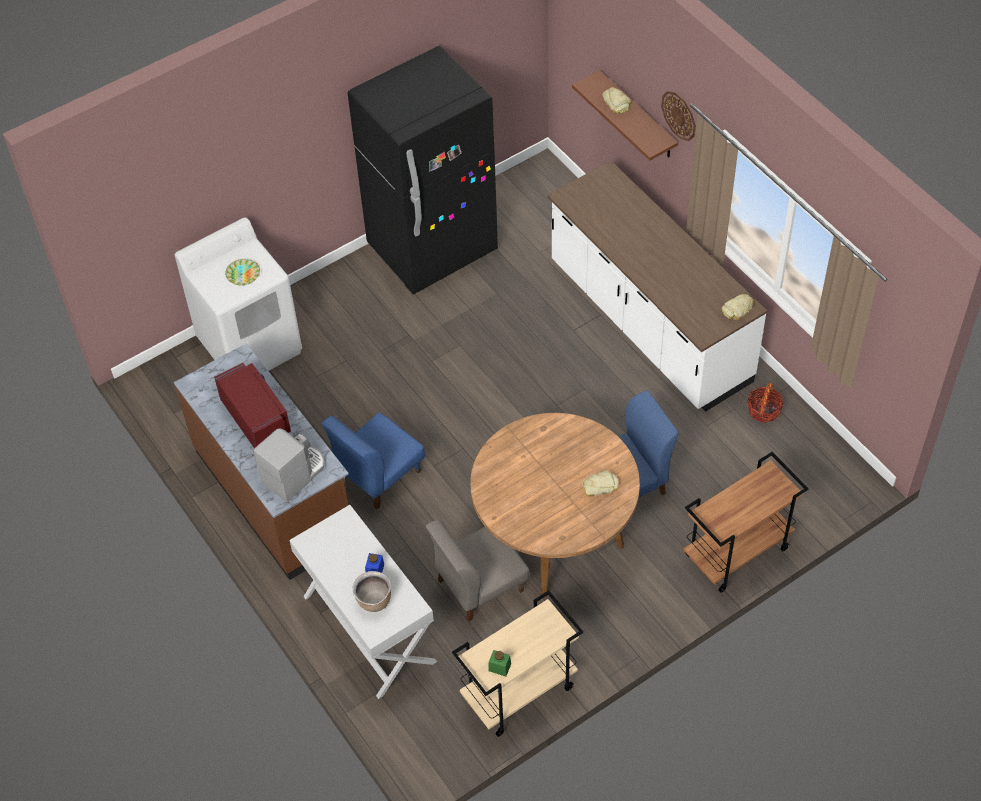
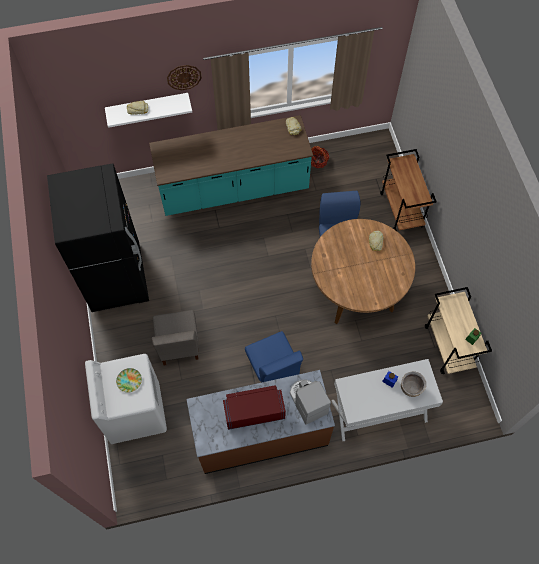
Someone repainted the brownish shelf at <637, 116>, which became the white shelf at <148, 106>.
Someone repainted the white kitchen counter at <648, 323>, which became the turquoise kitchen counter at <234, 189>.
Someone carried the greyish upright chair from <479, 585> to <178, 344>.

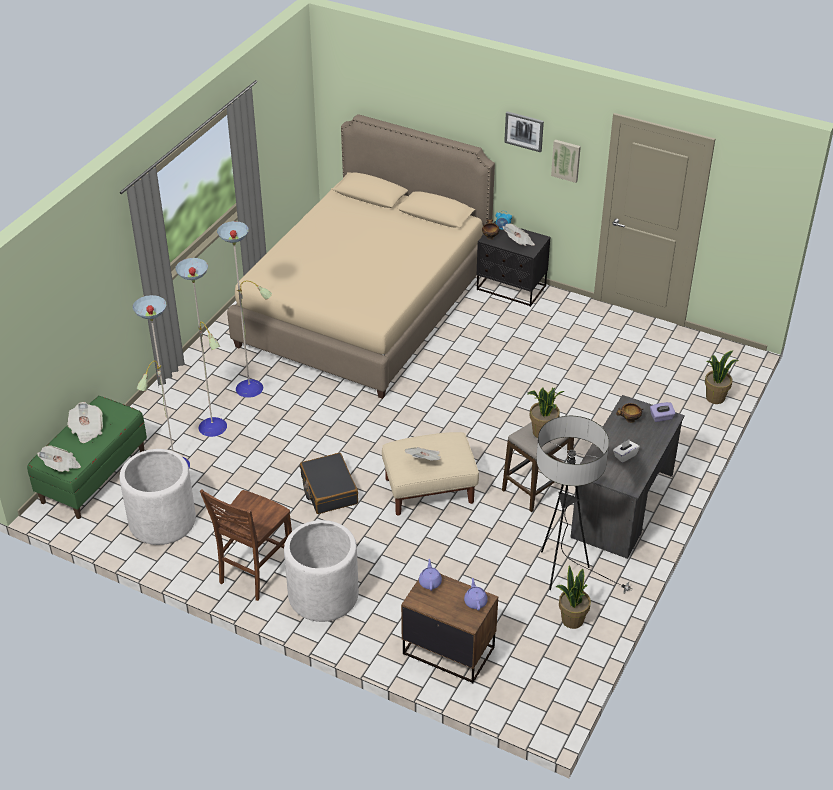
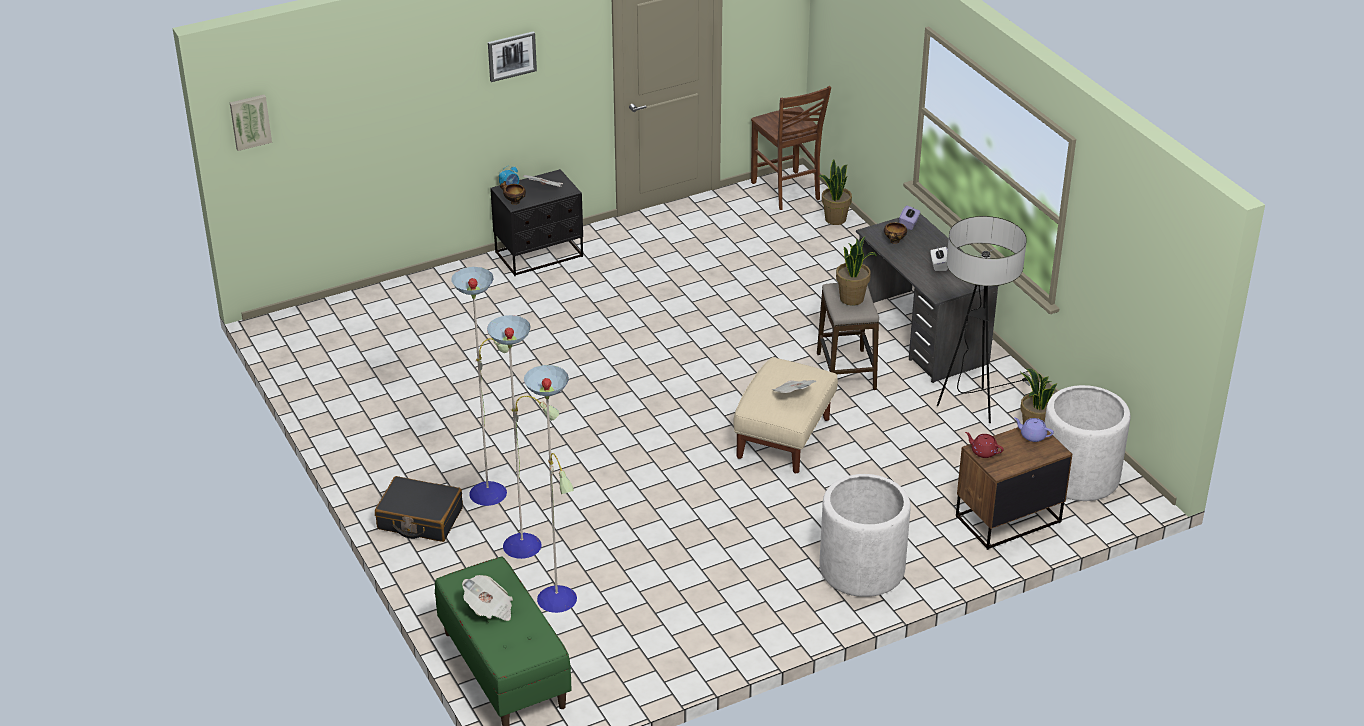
Someone carried the wall art from <566, 160> to <250, 121>.
Someone carried the black piece of luggage from <328, 490> to <419, 519>.
Someone carried the brownish upright chair from <254, 573> to <787, 191>.
Someone repainted the purplish teapot at <430, 582>, which became the reddish teapot at <983, 452>.
Someone carried the white flower pot from <162, 521> to <1079, 476>.
Someone took away the newspaper at <61, 466>.
Someone took away the sand-coloured bedroom bed at <365, 306>.

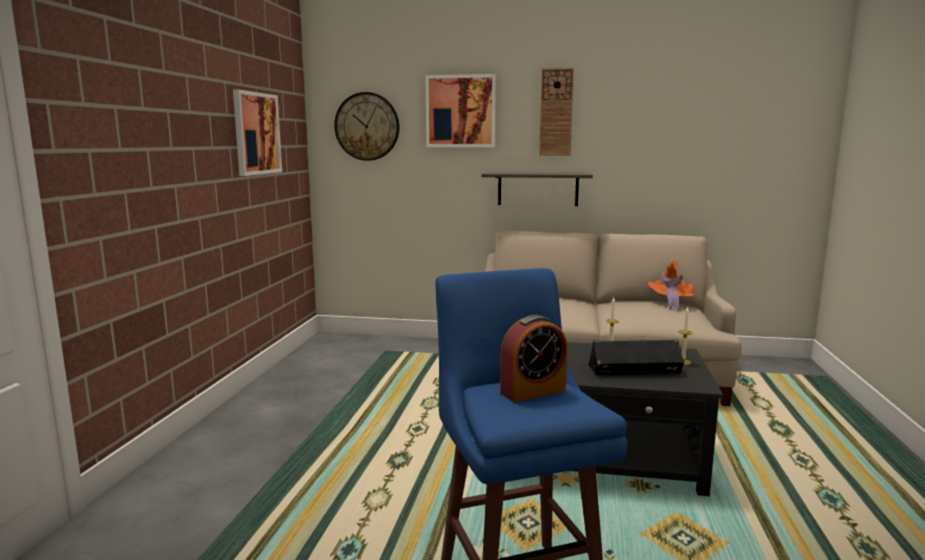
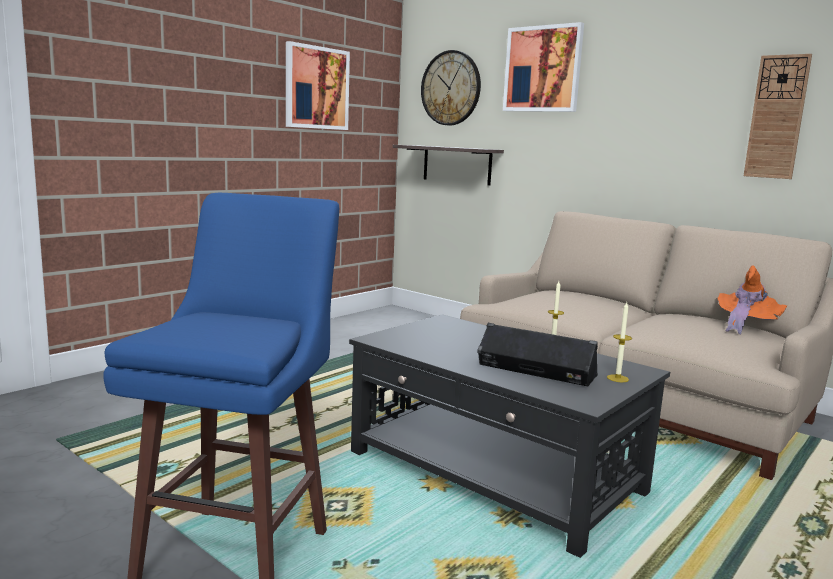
Someone carried the shelf from <538, 189> to <457, 165>.
Someone carried the wall clock from <556, 112> to <777, 117>.
Someone took away the bedside clock at <533, 391>.

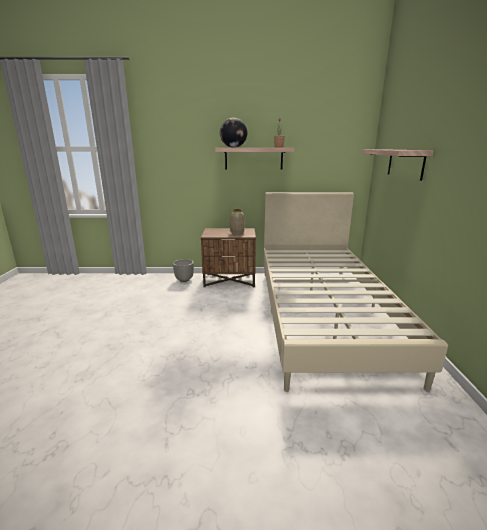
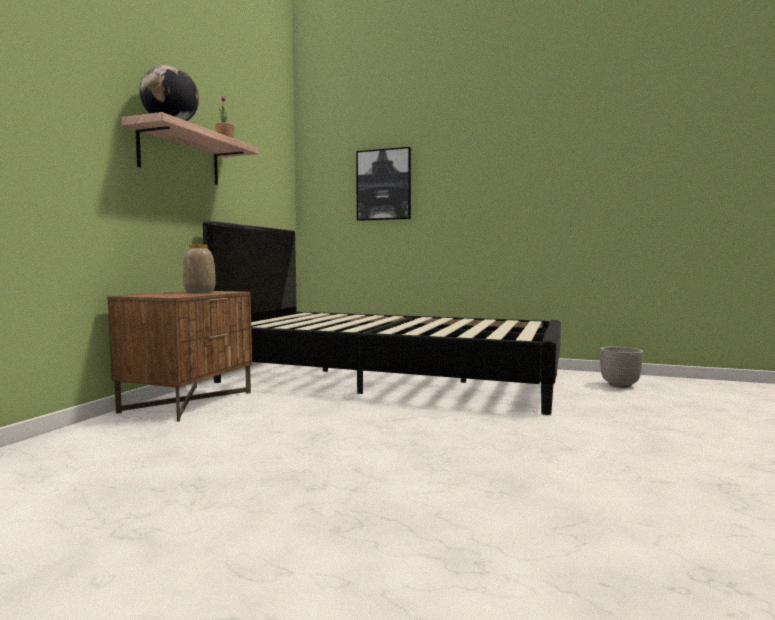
Someone repainted the sand-coloured bedroom bed at <322, 314>, which became the black bedroom bed at <388, 378>.
Someone swapped the shelf at <405, 163> for the wall art at <384, 185>.
Someone carried the flower pot from <184, 280> to <619, 385>.

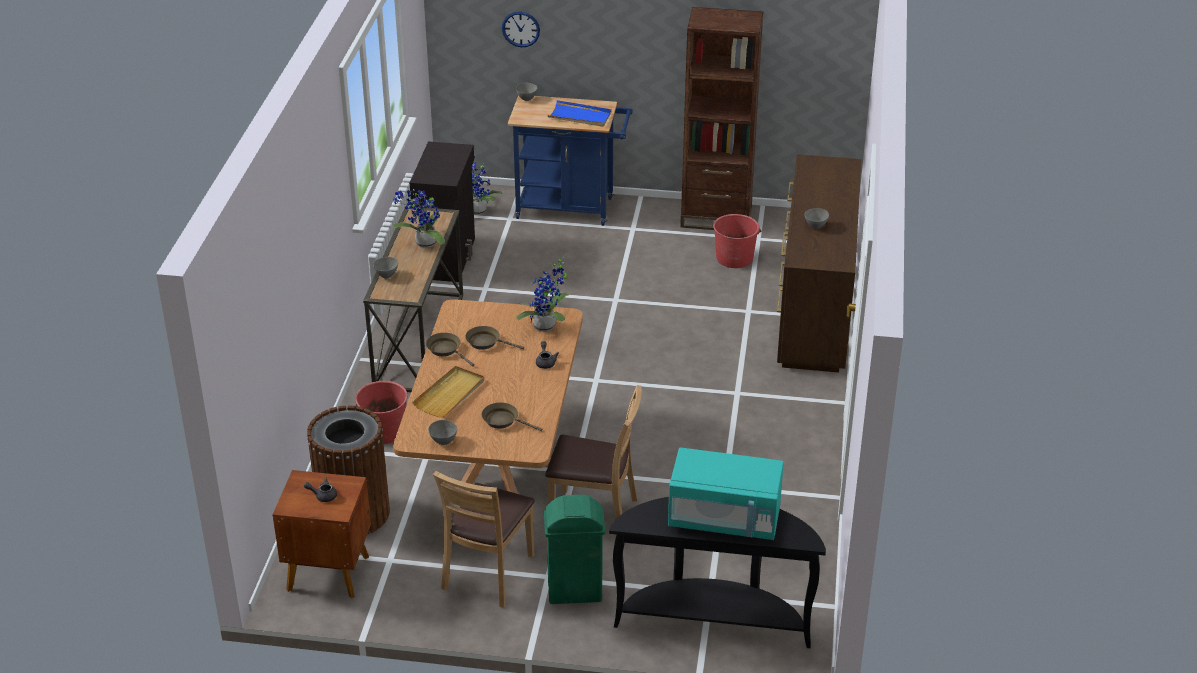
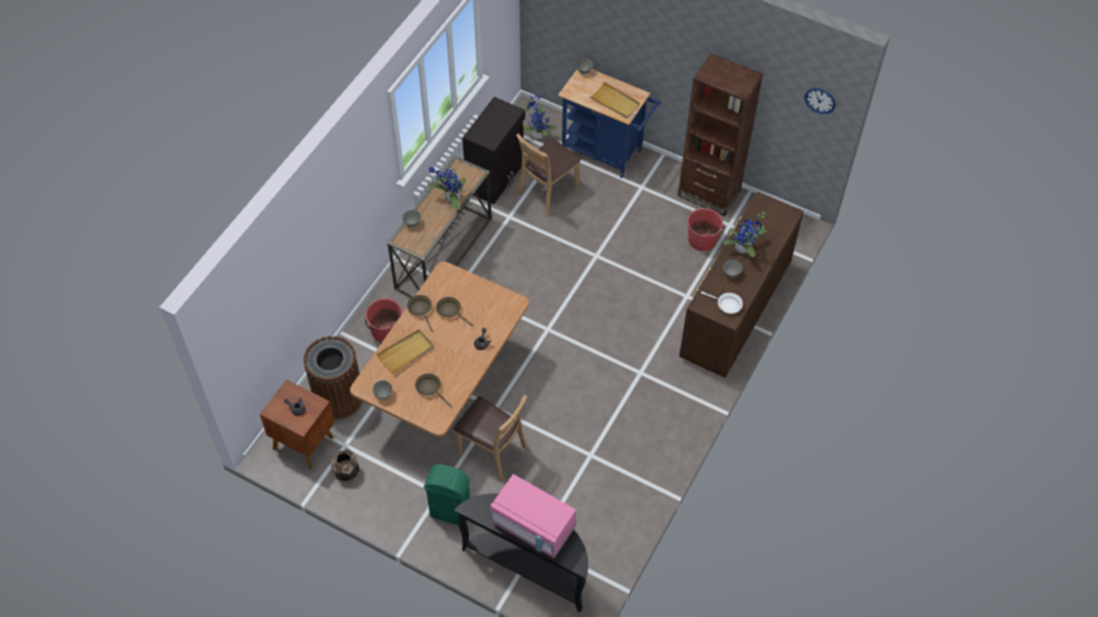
Someone put down the brownish flower pot at <346, 472>.
Someone repainted the turquoise kitchen microwave at <724, 519>, which became the pink kitchen microwave at <533, 526>.
Someone carried the brownish upright chair from <488, 573> to <547, 191>.
Someone repainted the bluish serving tray at <580, 116>, which became the sand-coloured serving tray at <615, 102>.
Someone put down the white frying pan at <727, 305>.
Someone carried the plant in a pot from <547, 327> to <744, 250>.
Someone carried the wall clock from <521, 29> to <820, 100>.

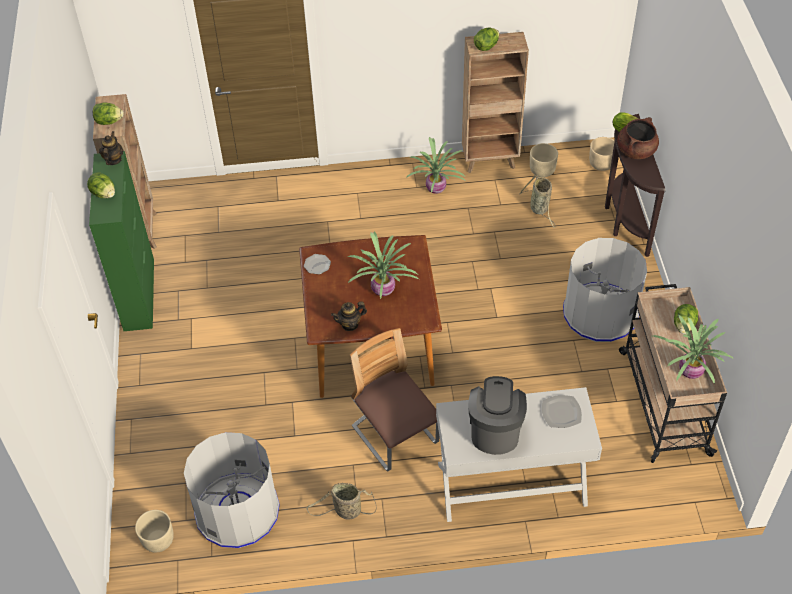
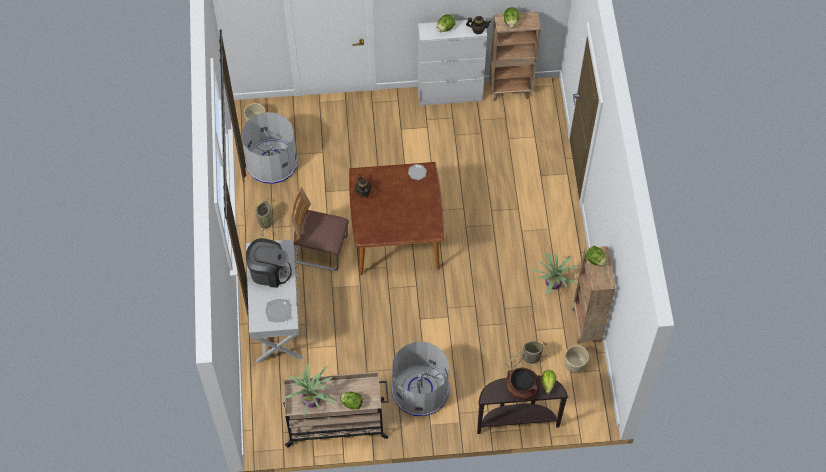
Someone rotated the upright chair at <395, 435> by 135 degrees counterclockwise.
Someone repainted the greenish cabinet at <139, 294>, which became the white cabinet at <450, 95>.
Someone took away the plant in a pot at <384, 289>.
Someone took away the sand-coloured flower pot at <601, 164>.

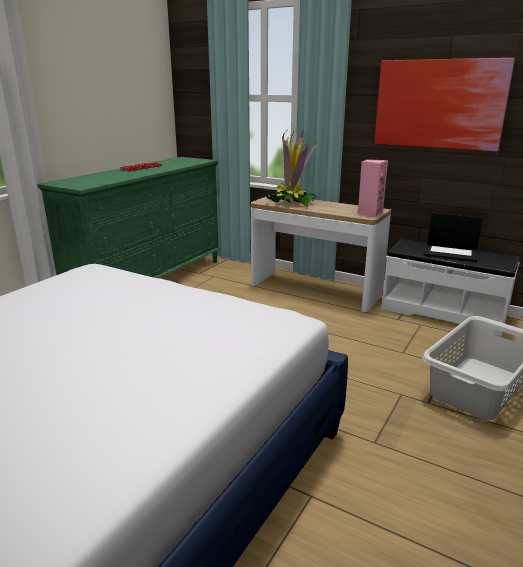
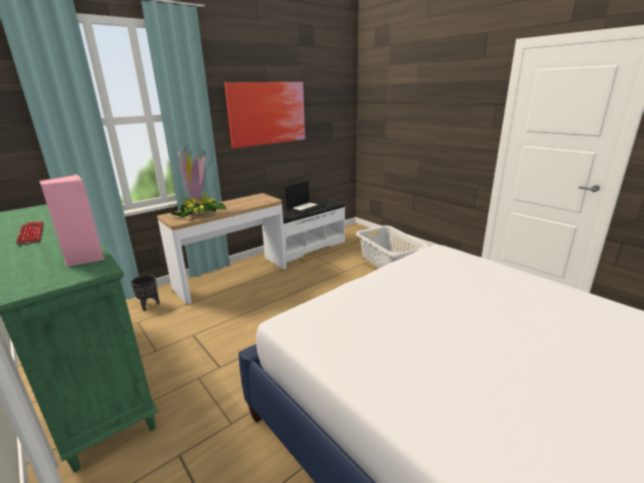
Someone carried the pink loudspeaker from <369, 213> to <84, 258>.
Someone put down the black flower pot at <149, 305>.

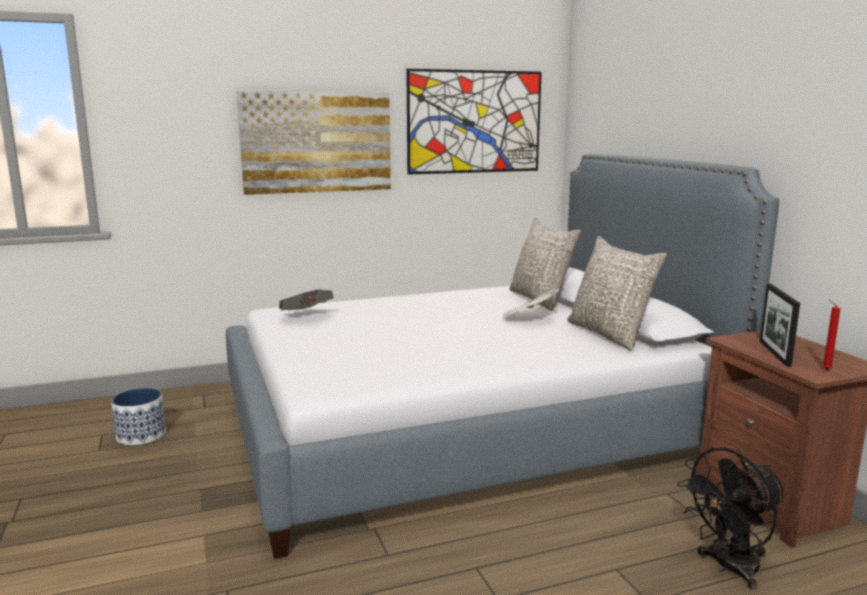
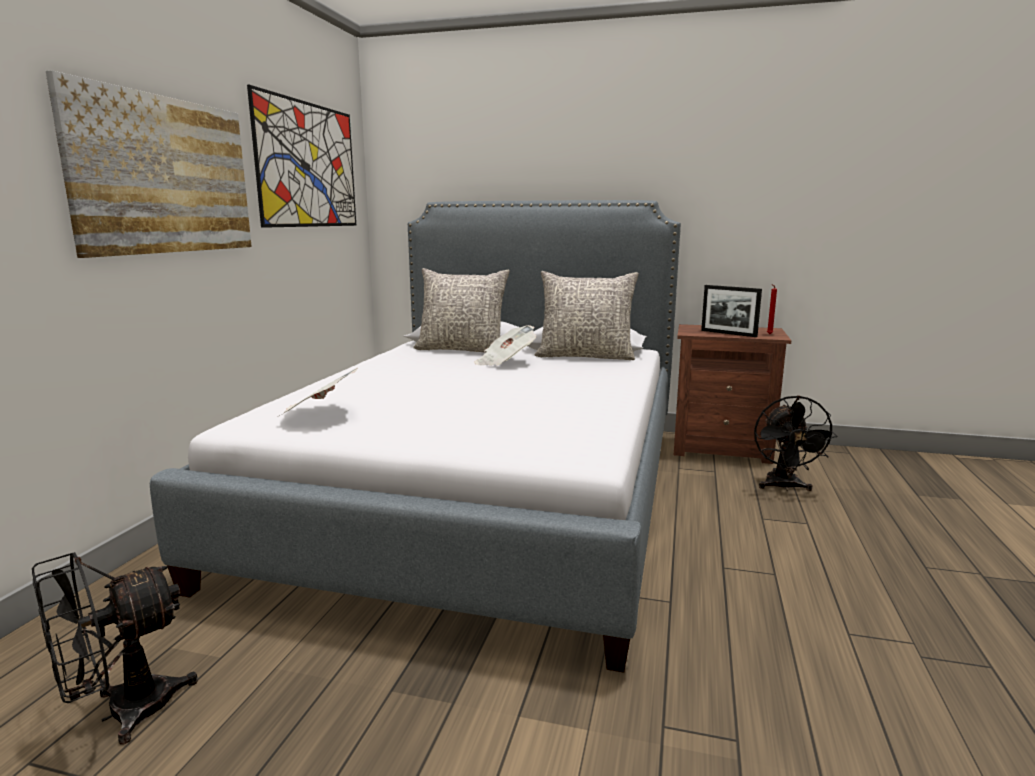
Someone swapped the flower pot at <141, 436> for the black fan at <122, 713>.

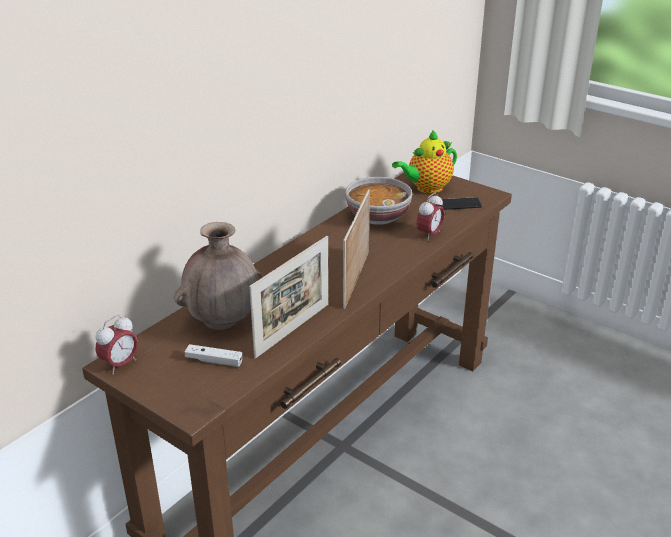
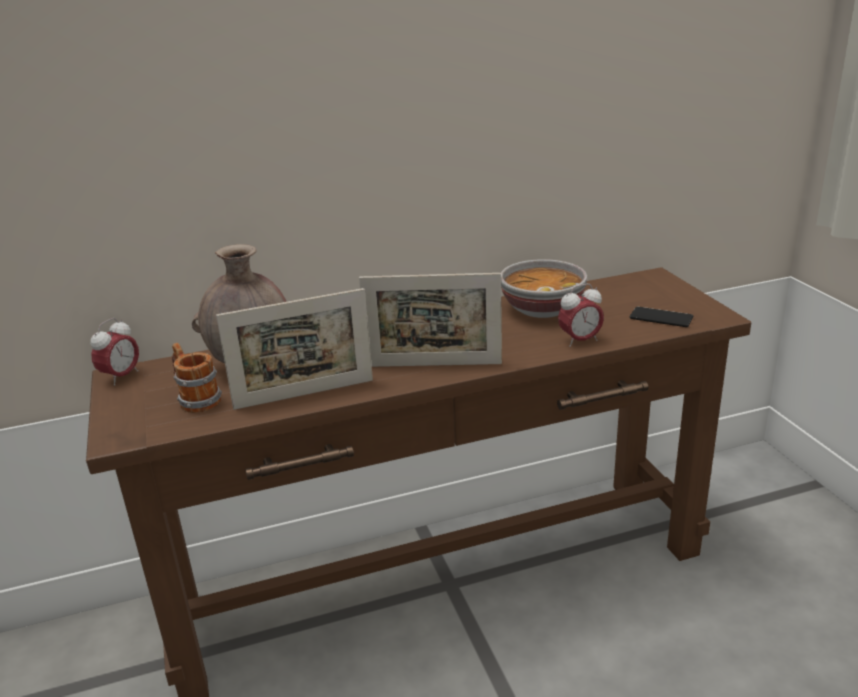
Someone rotated the bedside clock at <120, 364> by 45 degrees counterclockwise.
Someone swapped the white gamepad at <214, 361> for the tea mug at <196, 399>.
Someone rotated the picture frame at <356, 280> by 135 degrees counterclockwise.
Someone took away the teapot at <426, 188>.

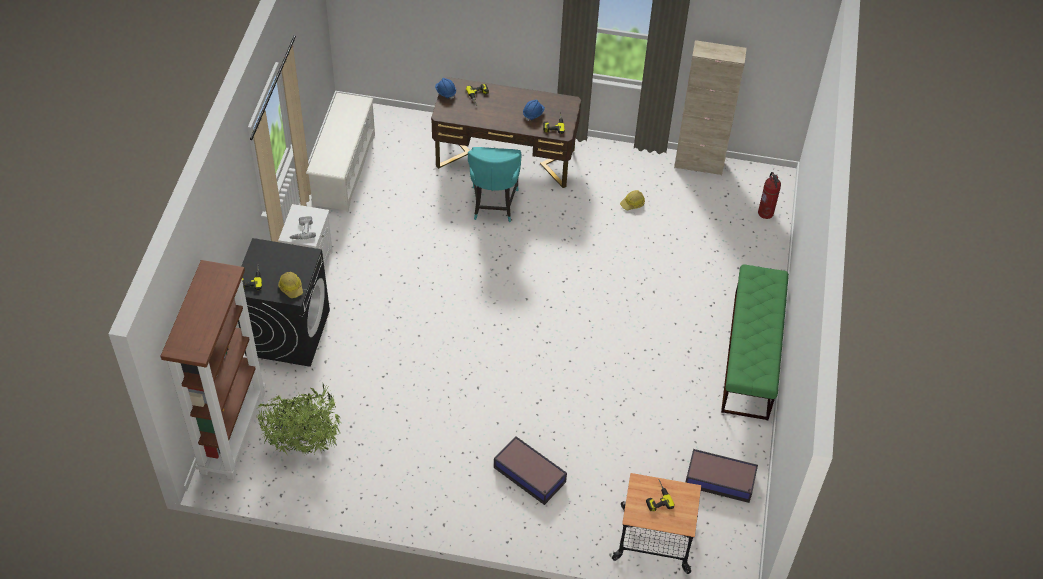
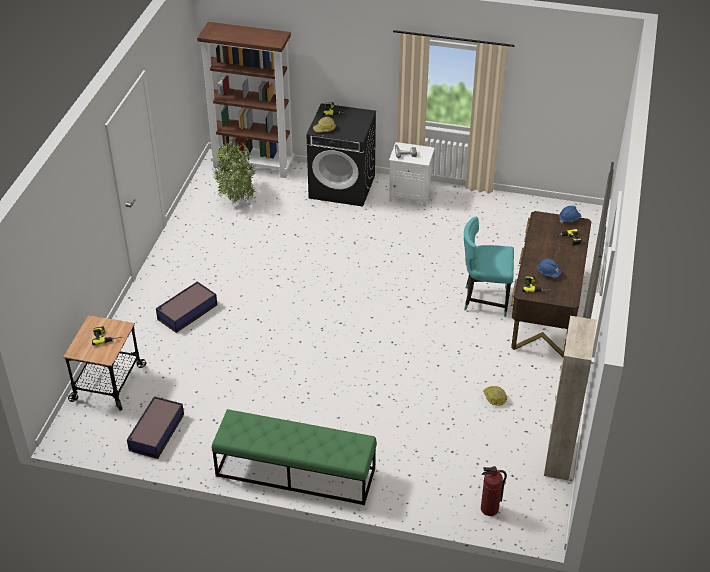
Someone took away the white shoe shelf at <344, 169>.

